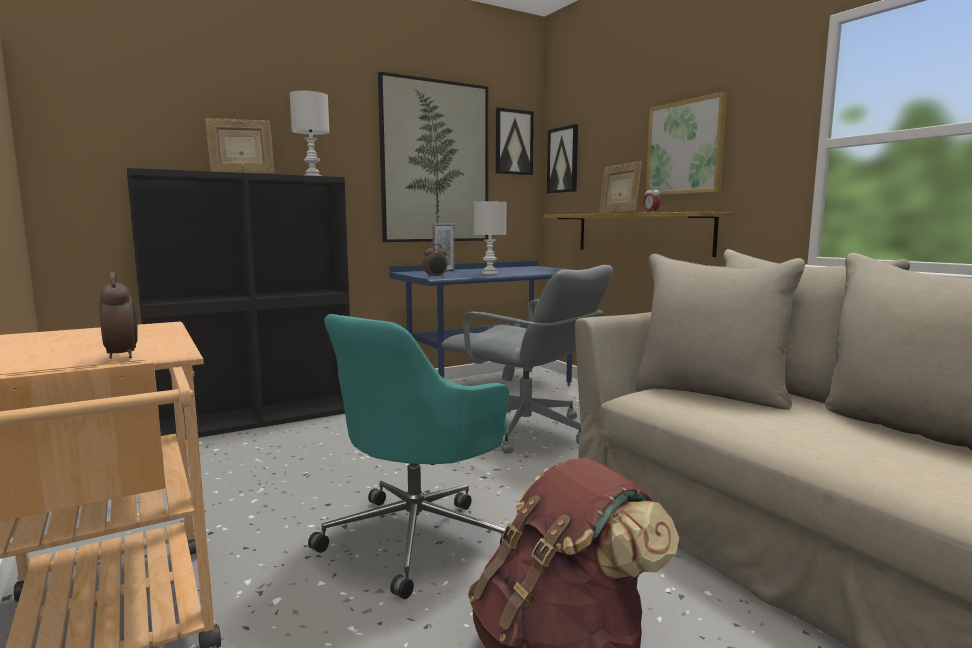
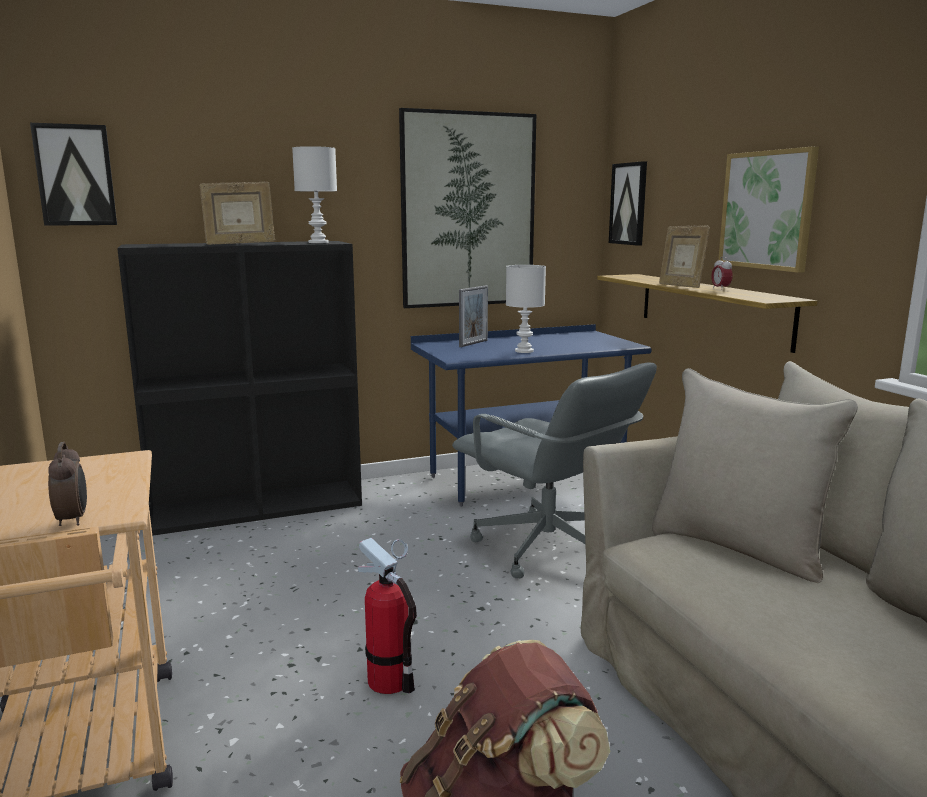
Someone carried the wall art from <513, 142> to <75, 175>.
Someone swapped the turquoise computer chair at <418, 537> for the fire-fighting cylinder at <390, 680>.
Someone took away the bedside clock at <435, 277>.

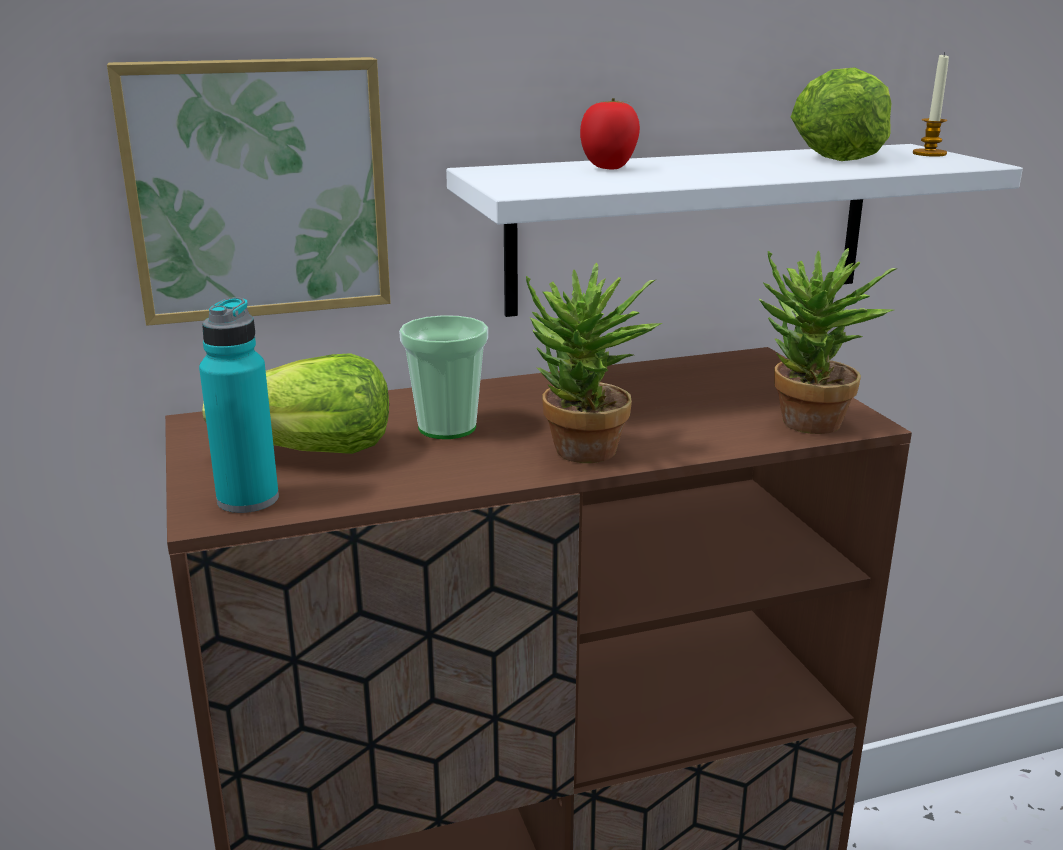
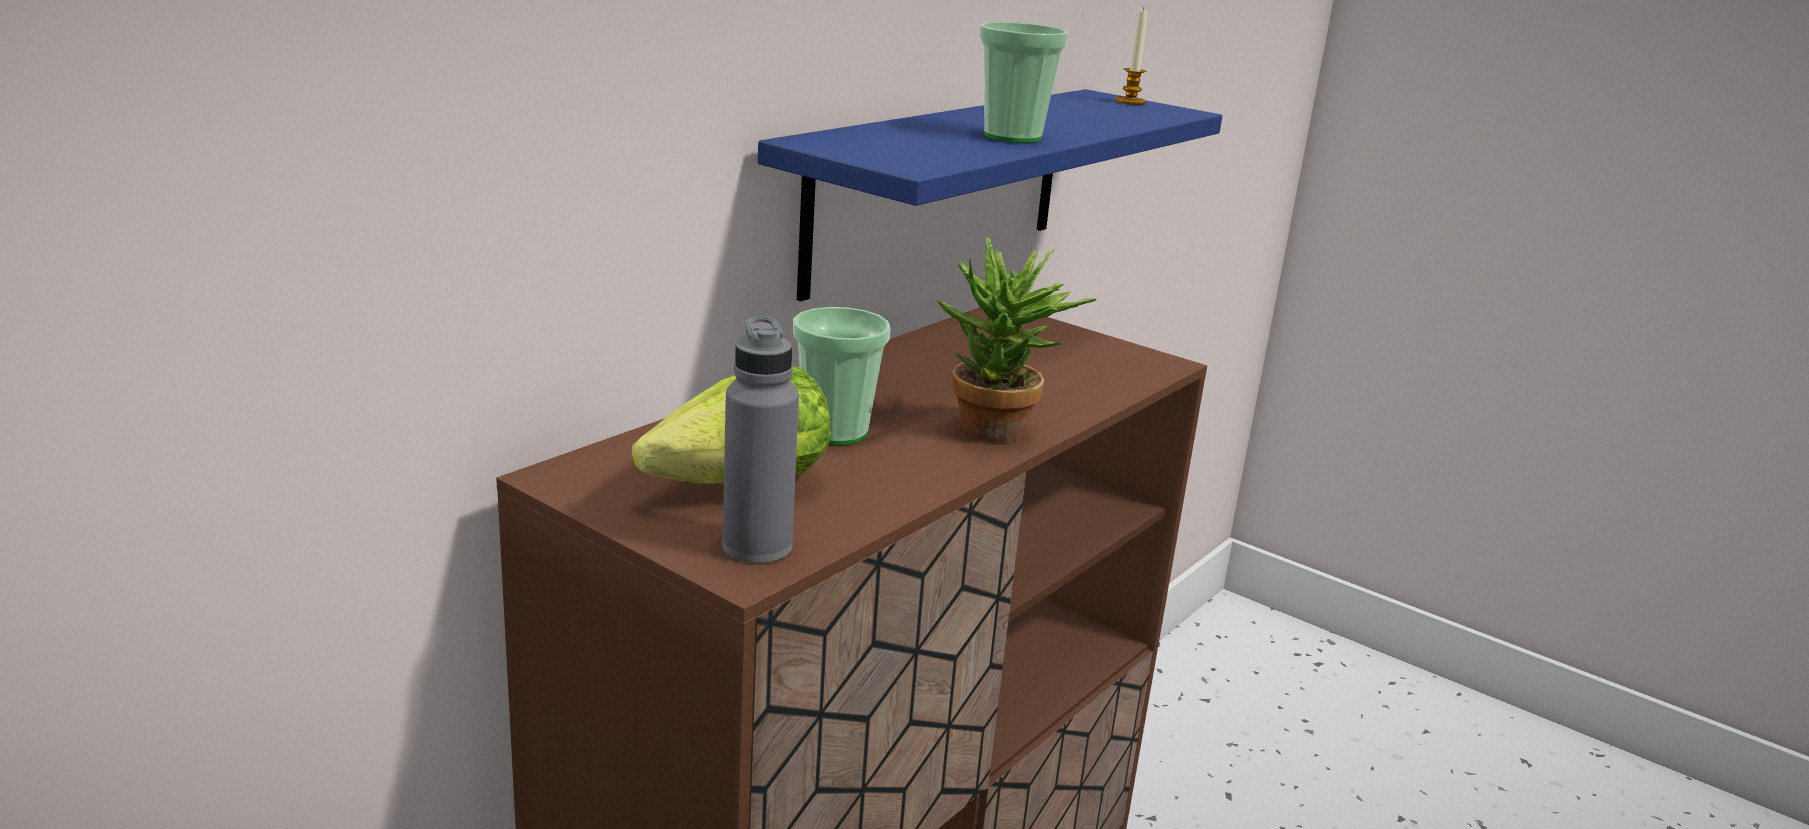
Someone repainted the turquoise drink bottle at <248, 499>, which became the greyish drink bottle at <757, 546>.
Someone repainted the white shelf at <690, 228>, which became the bluish shelf at <939, 186>.
Someone put down the drinking cup at <1012, 136>.
Someone took away the wall art at <257, 188>.
Someone took away the fresh tomato at <609, 168>.
Someone took away the plant in a pot at <806, 427>.
Someone took away the lettuce head at <840, 155>.

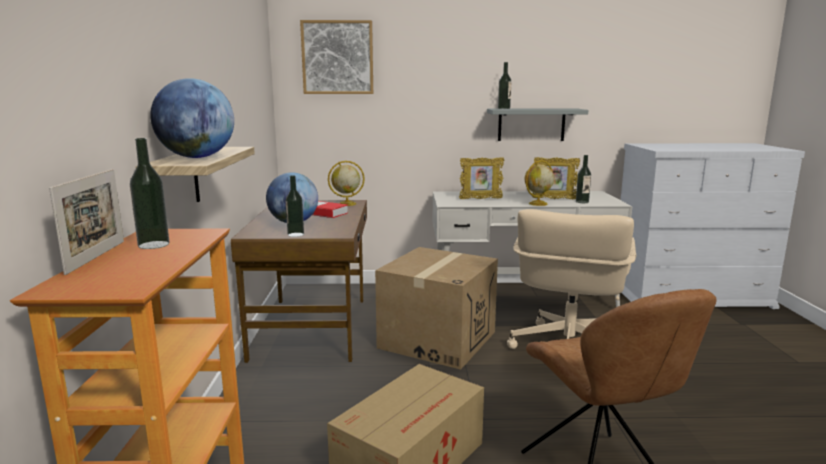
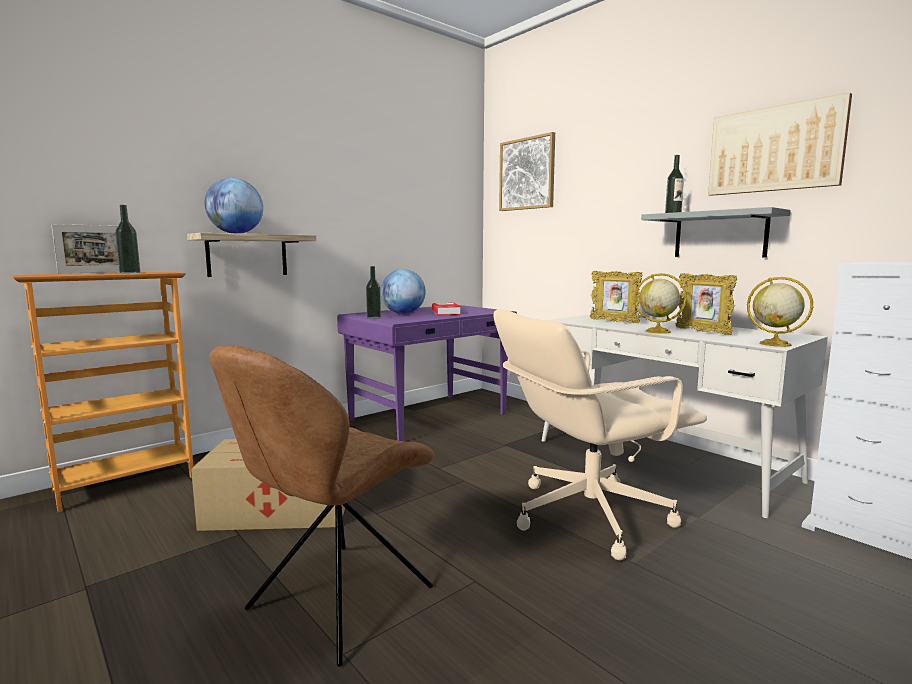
Someone repainted the brownish desk unit at <313, 327>, which became the purplish desk unit at <430, 417>.
Someone put up the wall art at <774, 149>.
Someone carried the world globe from <346, 204> to <774, 344>.
Someone took away the cardboard box at <437, 339>.
Someone took away the drink bottle at <582, 202>.

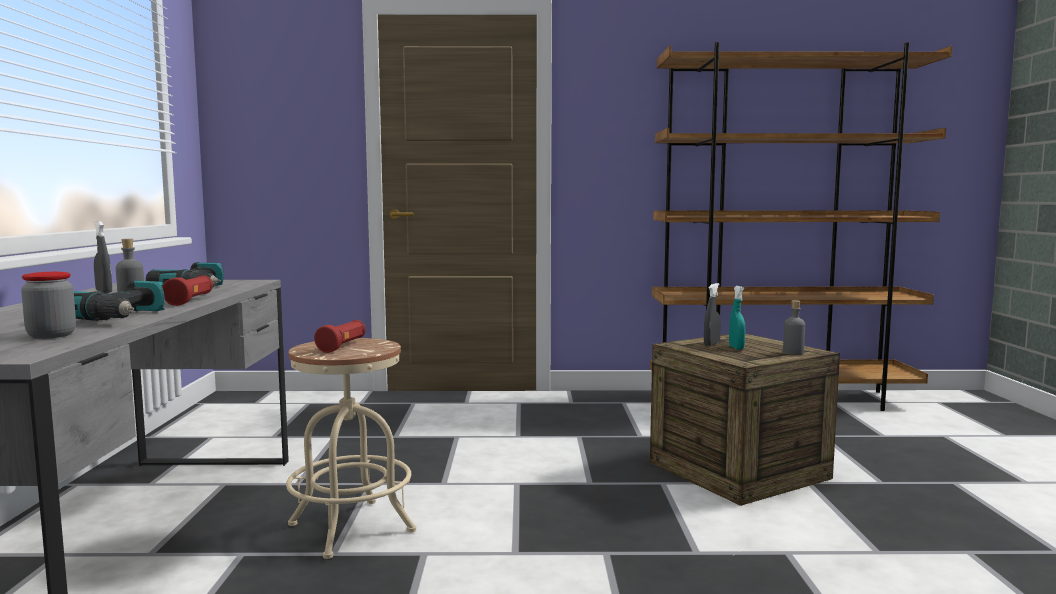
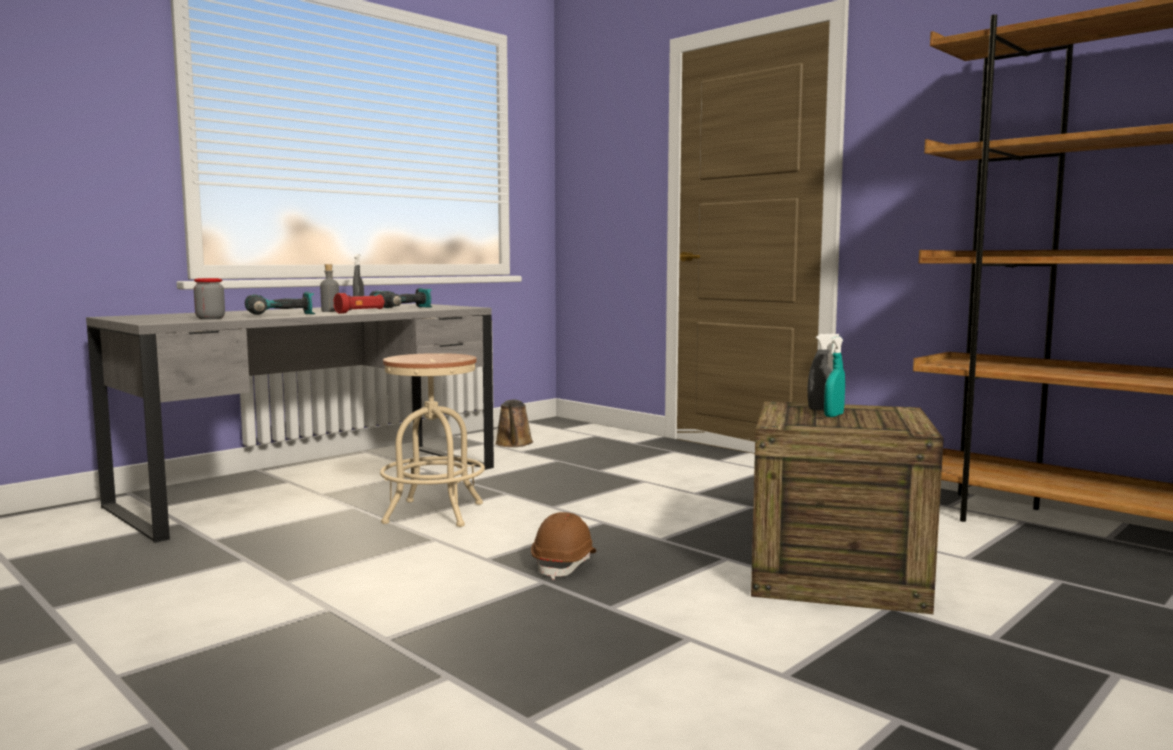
Someone put down the brownish sprinkling can at <514, 444>.
Someone put down the brownish safety helmet at <565, 564>.
Someone took away the reddish flashlight at <342, 346>.
Someone took away the greyish drink bottle at <793, 353>.

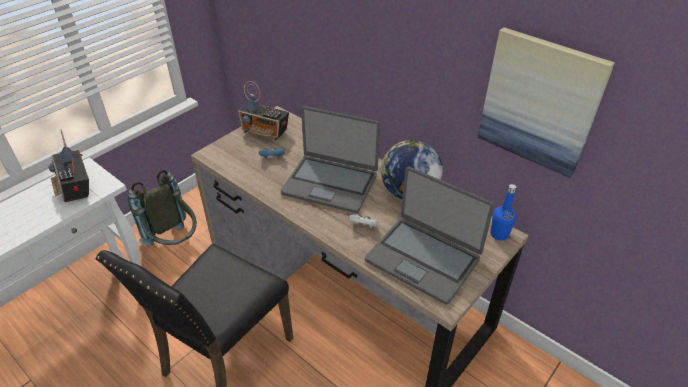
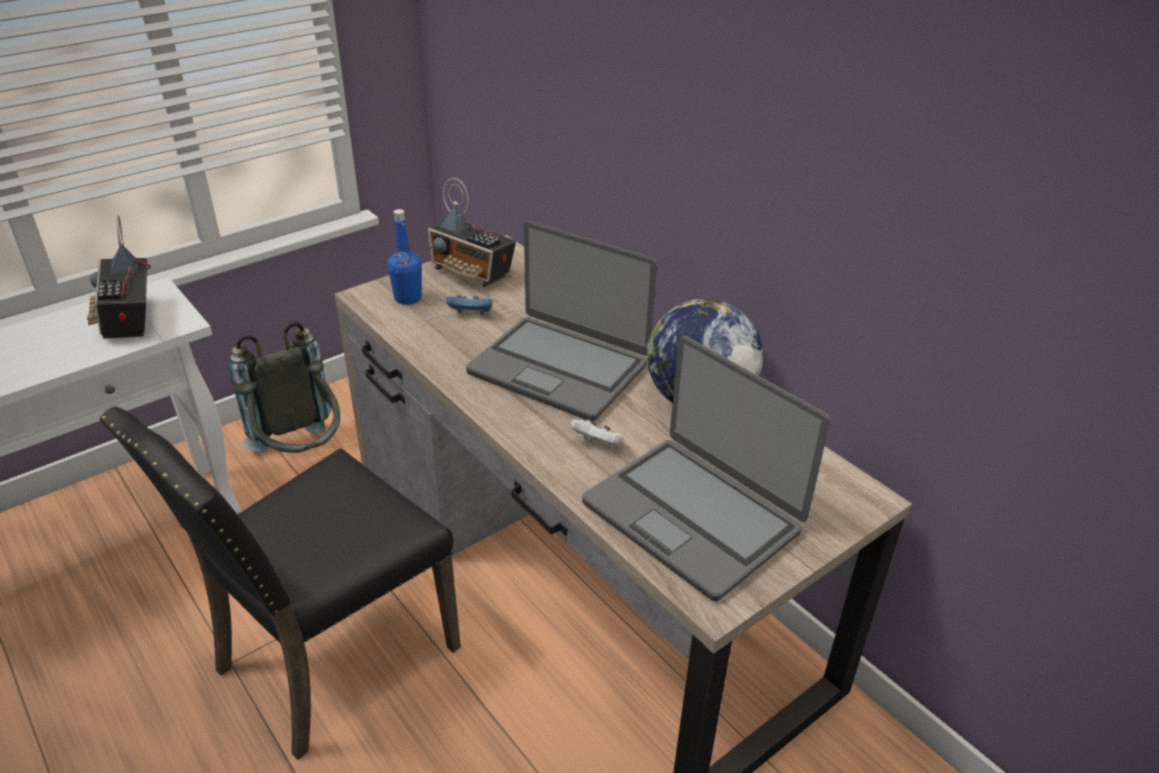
Someone carried the bluish drink bottle from <499, 234> to <408, 298>.
Someone took away the wall art at <539, 102>.

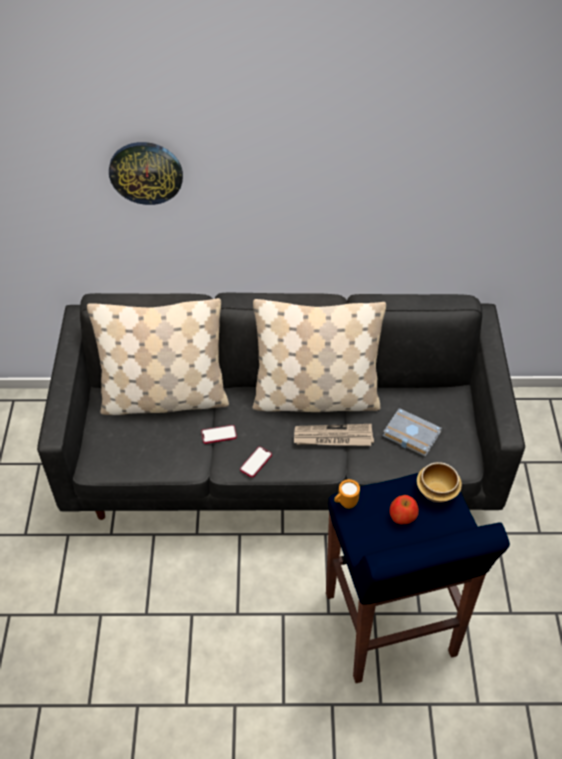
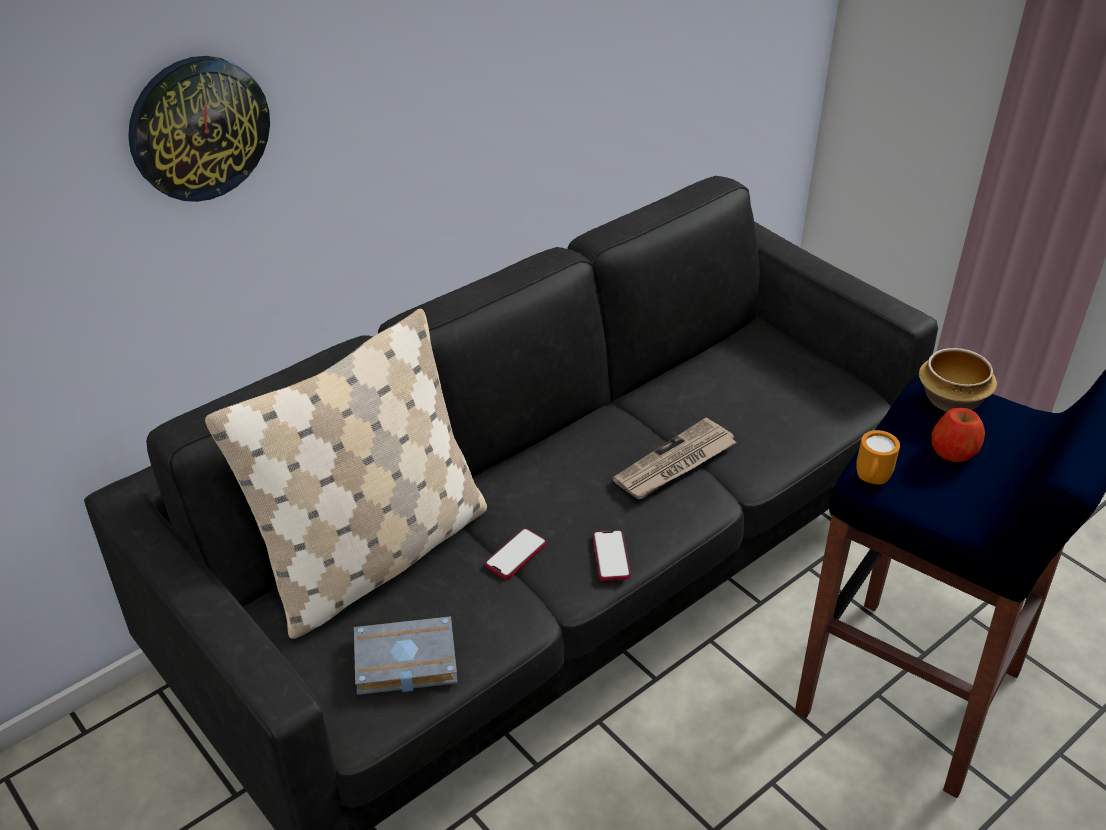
Someone carried the greyish book from <410, 435> to <403, 663>.
Someone took away the sand-coloured cushion at <315, 397>.

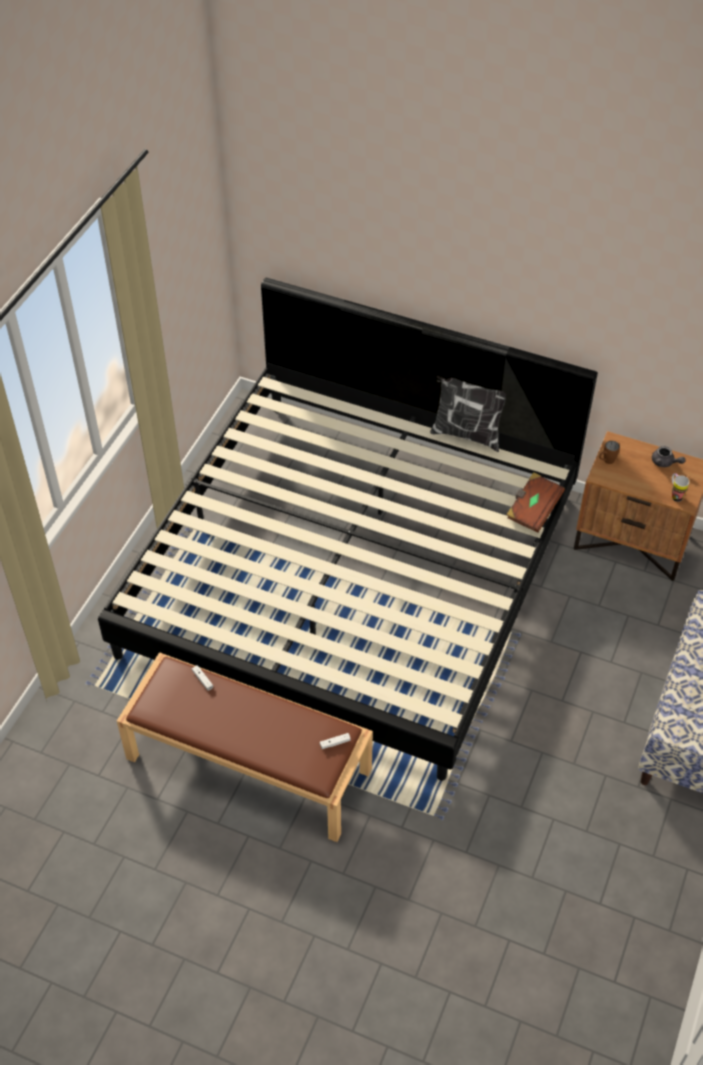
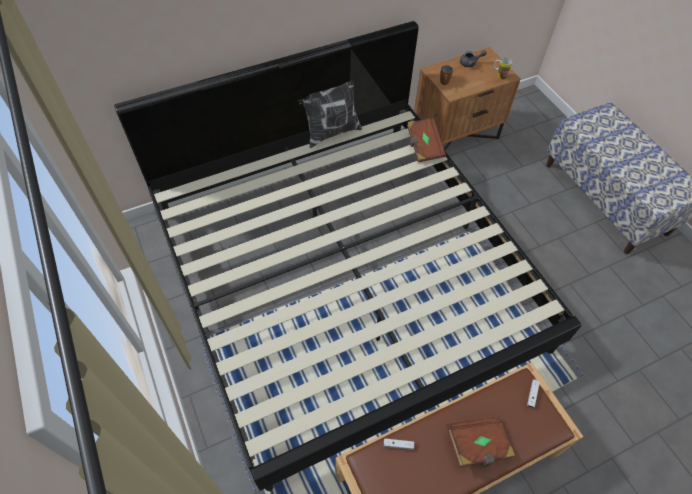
Someone put down the brownish book at <477, 446>.

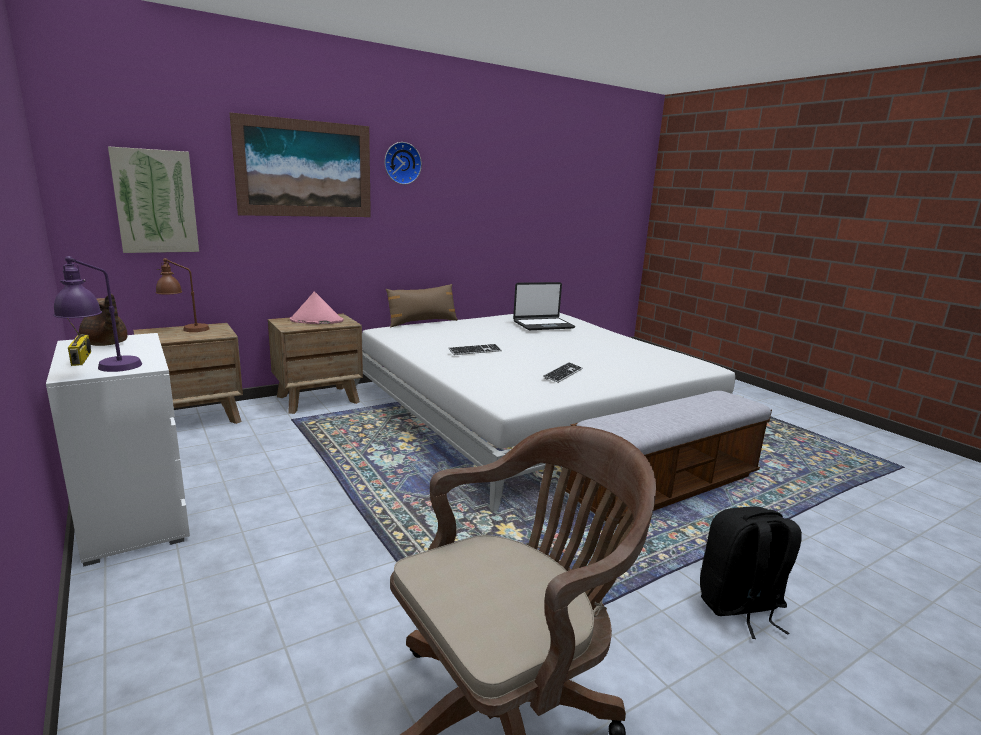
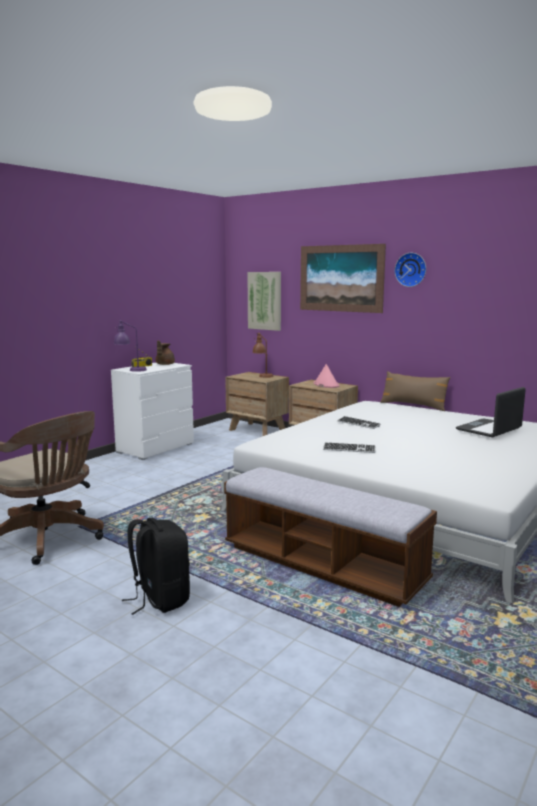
Someone rotated the laptop at <543, 325> by 90 degrees clockwise.

